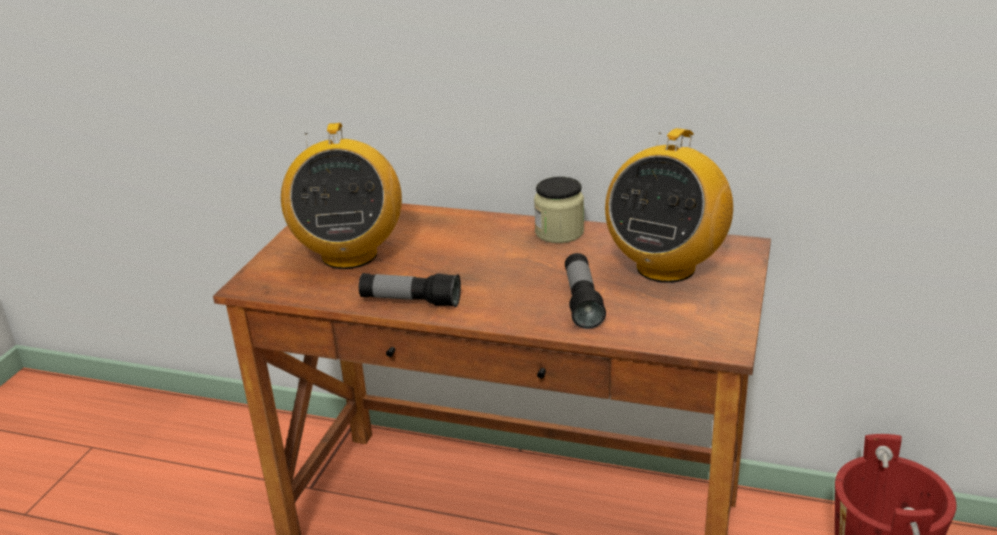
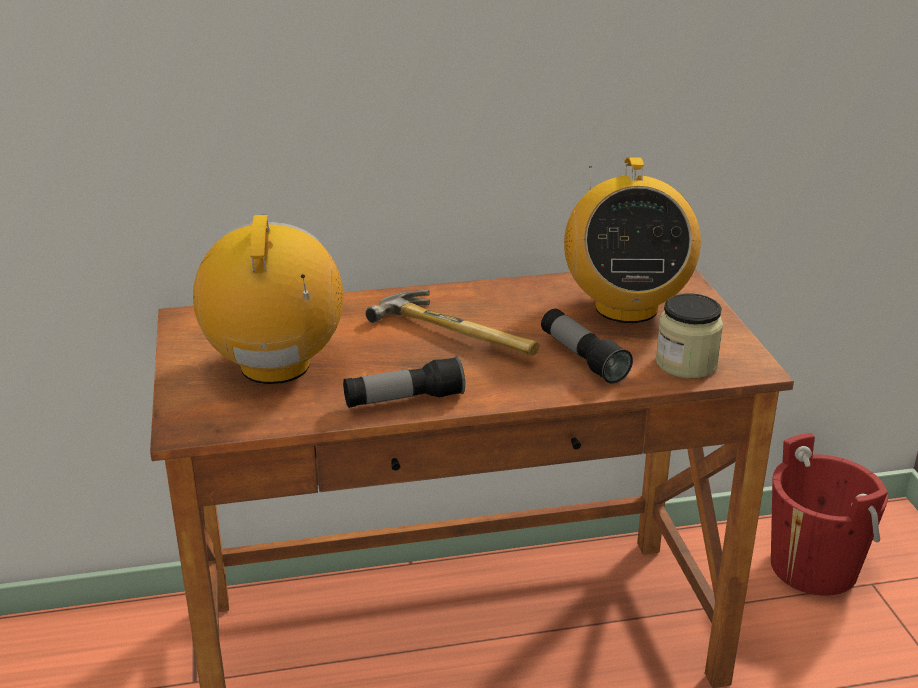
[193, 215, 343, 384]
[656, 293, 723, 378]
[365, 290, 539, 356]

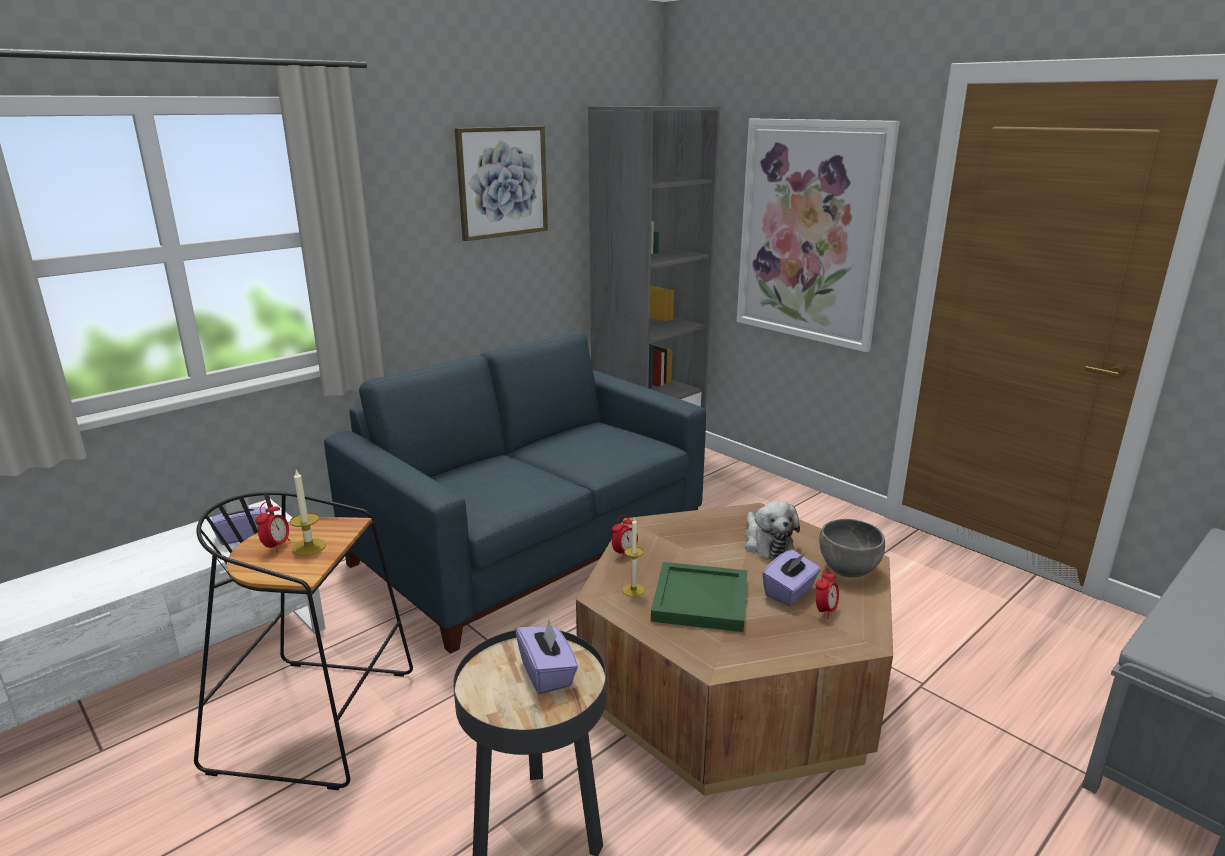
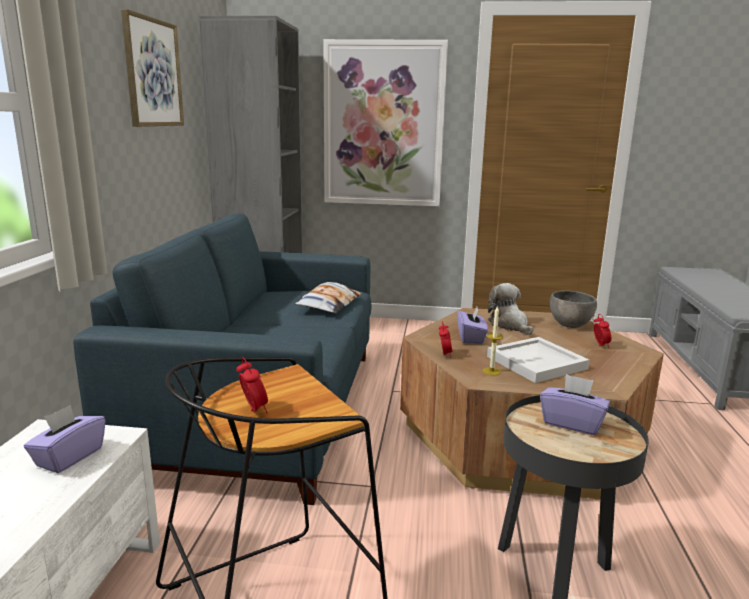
[290, 468, 326, 556] (first image)
[487, 337, 590, 383]
[488, 283, 534, 335]
[457, 307, 488, 344]
[295, 282, 362, 313]

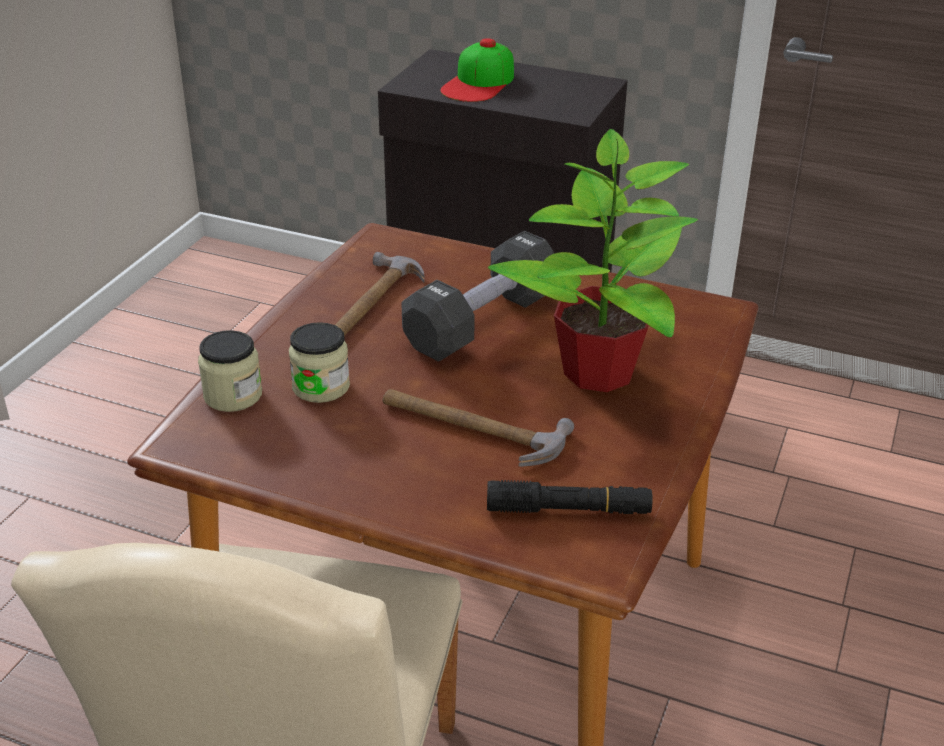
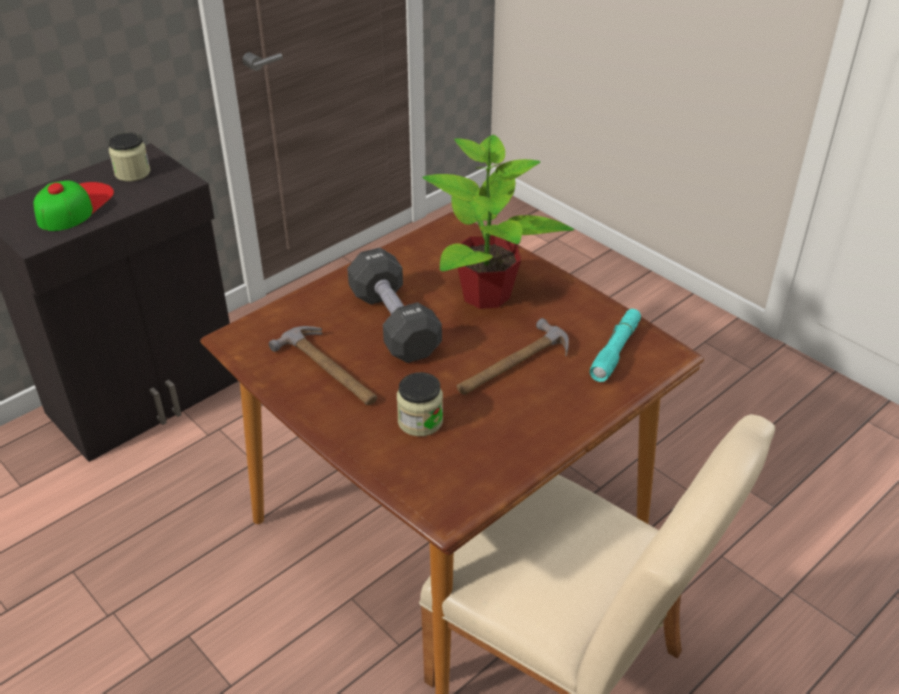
[108, 132, 150, 181]
[33, 181, 114, 231]
[590, 309, 641, 382]

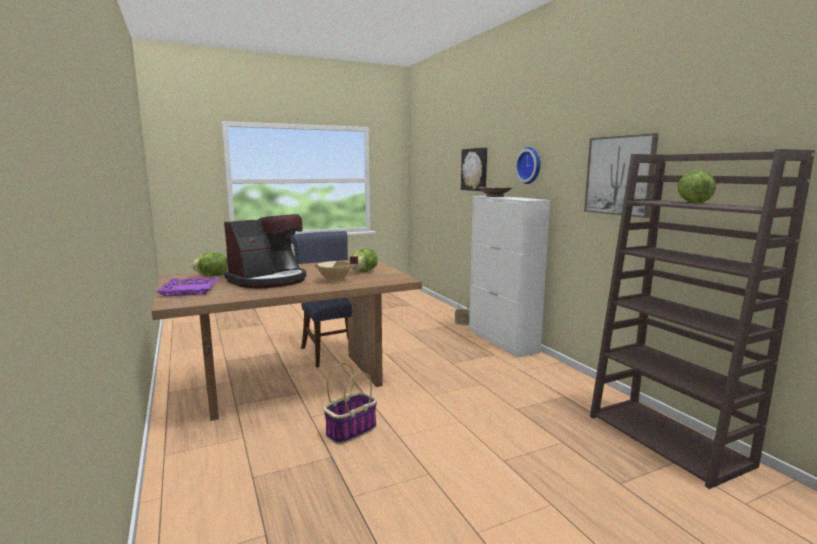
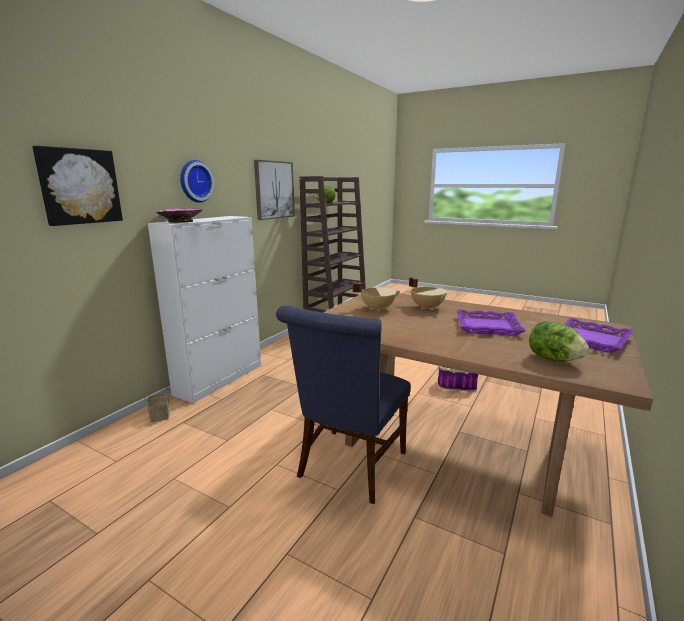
[456, 310, 526, 336]
[352, 283, 401, 312]

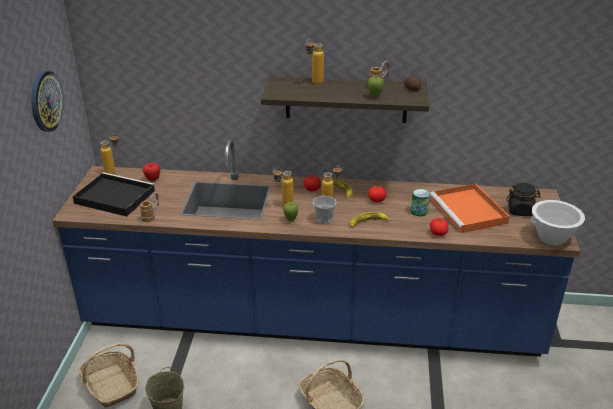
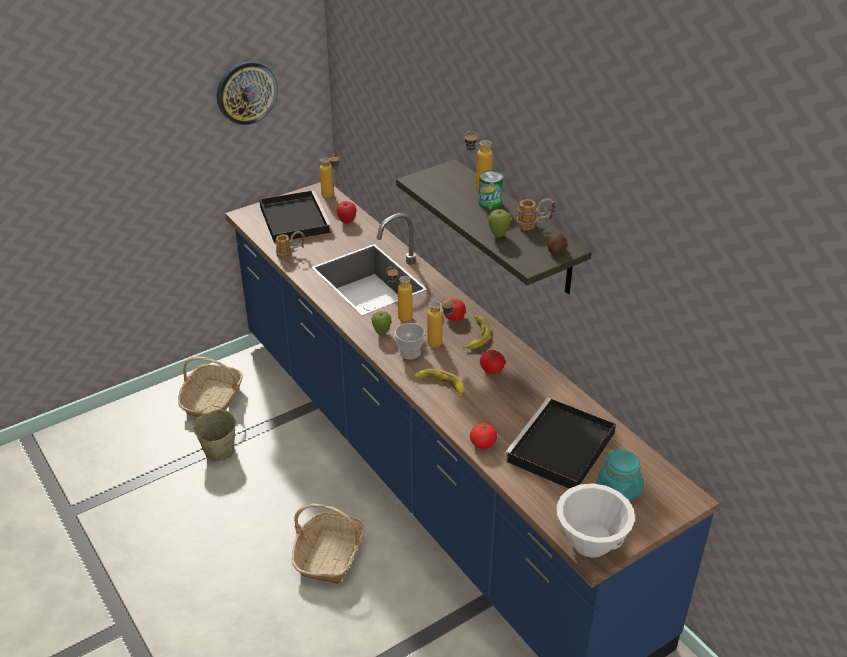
[479, 171, 503, 210]
[504, 398, 616, 488]
[597, 448, 644, 501]

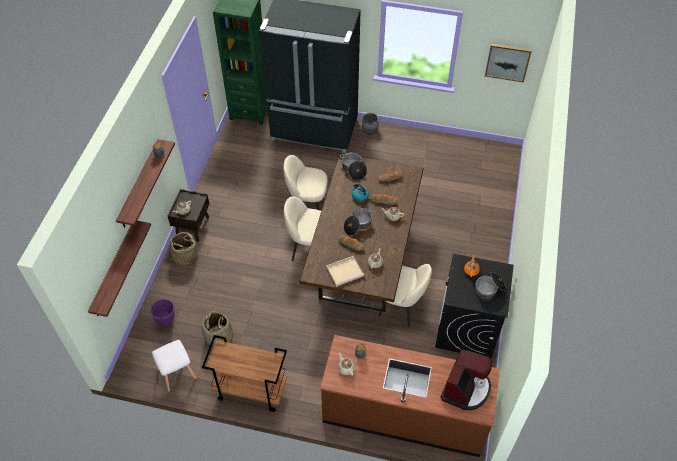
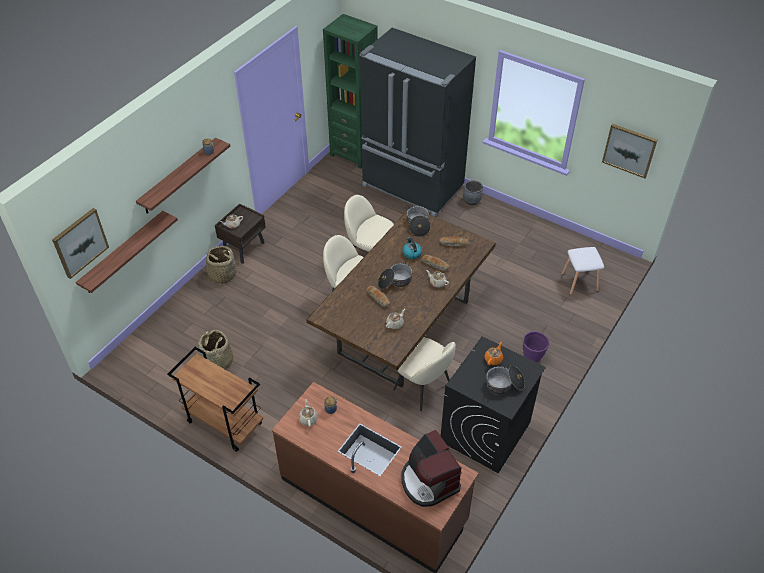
[523, 331, 549, 363]
[561, 247, 604, 295]
[326, 256, 364, 287] (first image)
[401, 430, 461, 507]
[52, 208, 109, 279]

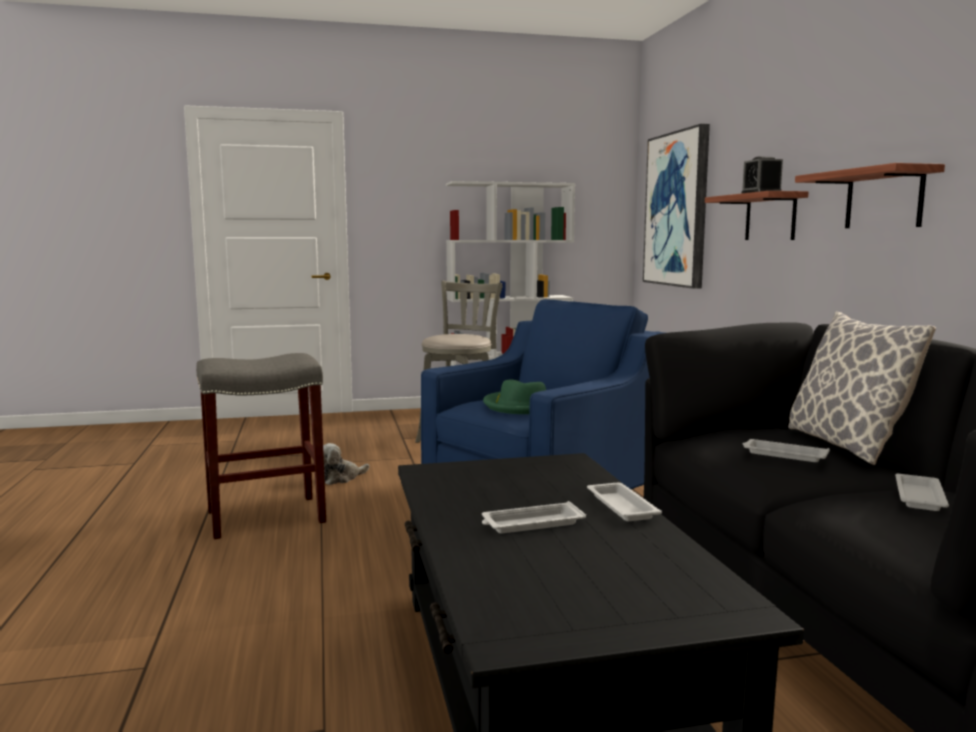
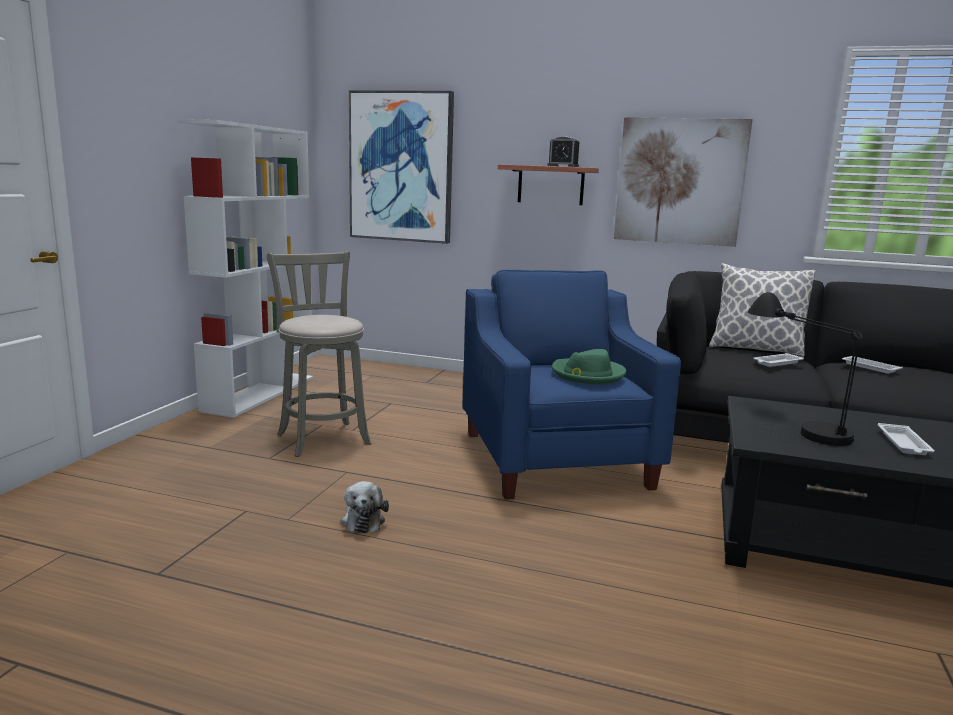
[196, 353, 326, 539] (first image)
[587, 483, 662, 521] (first image)
[614, 117, 753, 247]
[748, 292, 863, 446]

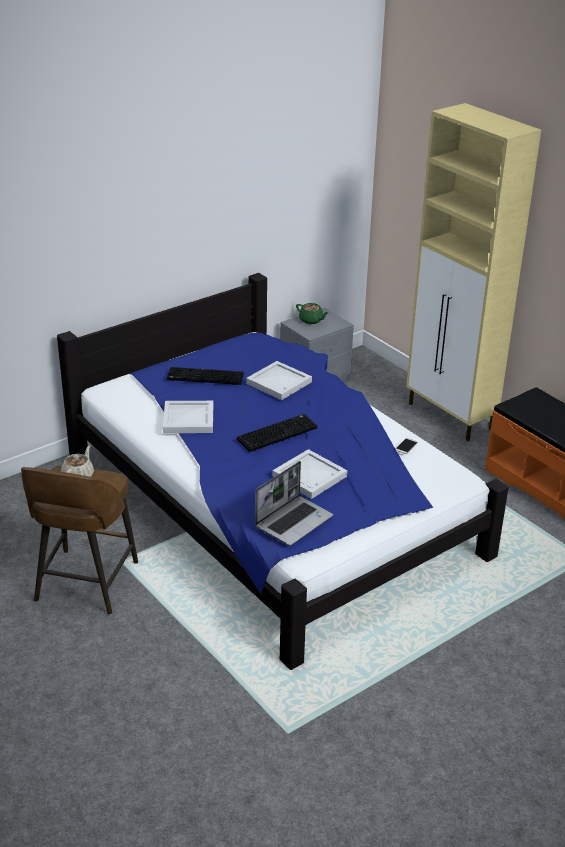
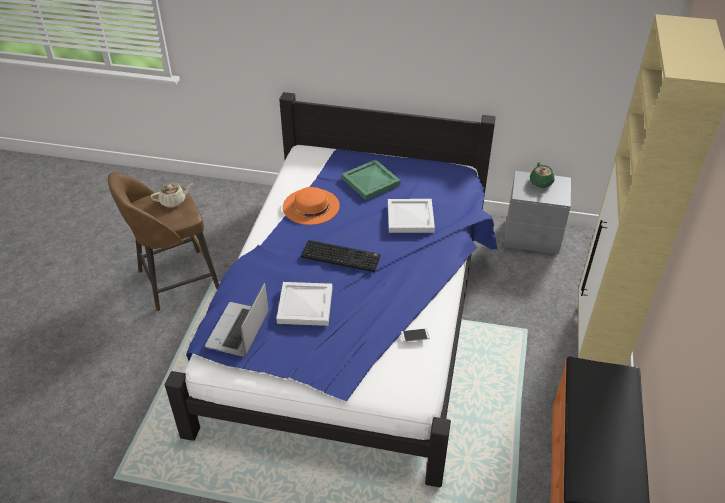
[283, 187, 340, 225]
[342, 160, 401, 200]
[205, 283, 269, 357]

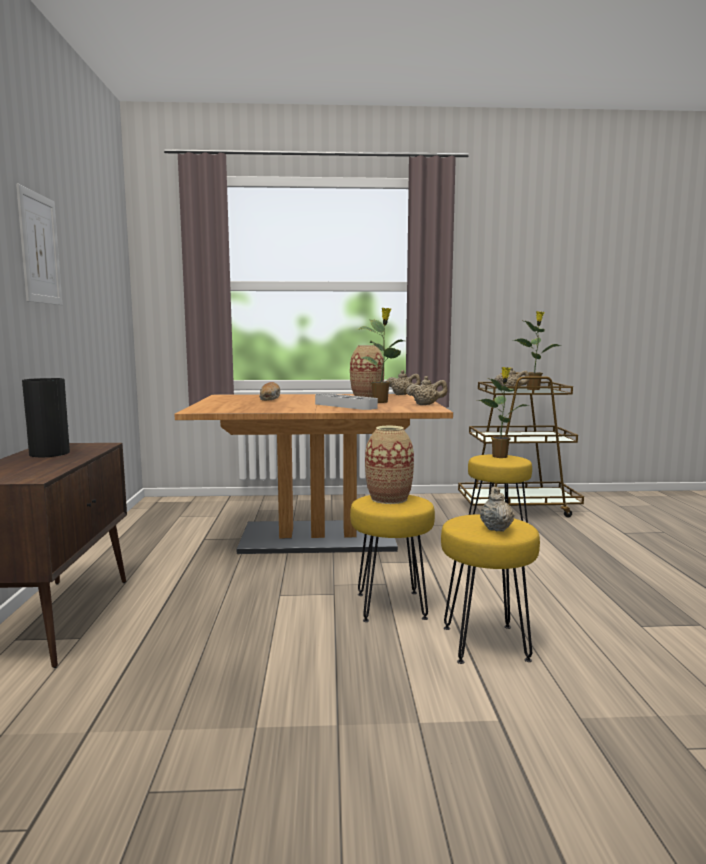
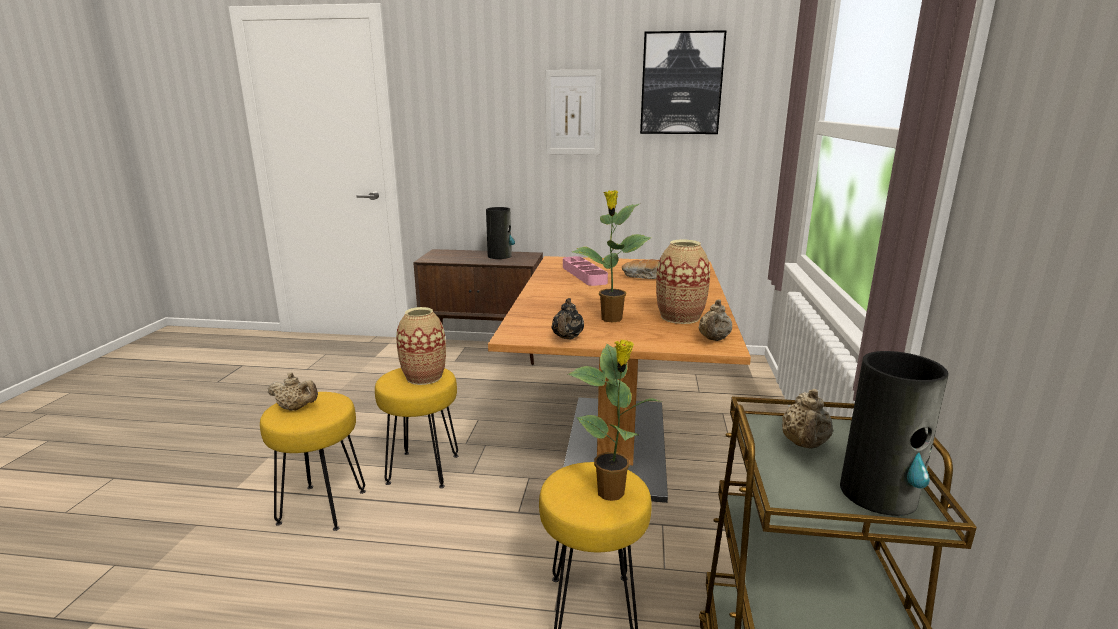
[315, 394, 378, 410] (first image)
[551, 298, 584, 339]
[840, 351, 949, 516]
[563, 256, 608, 286]
[640, 30, 727, 134]

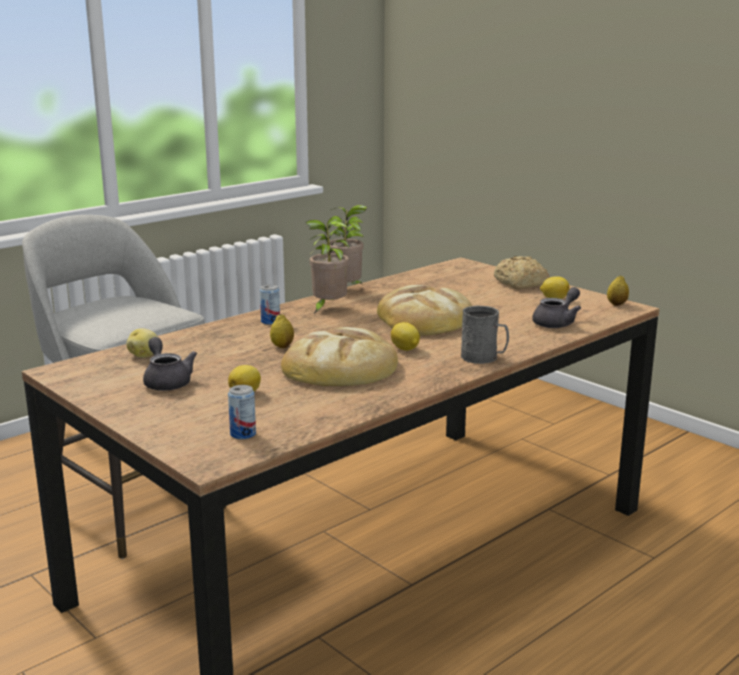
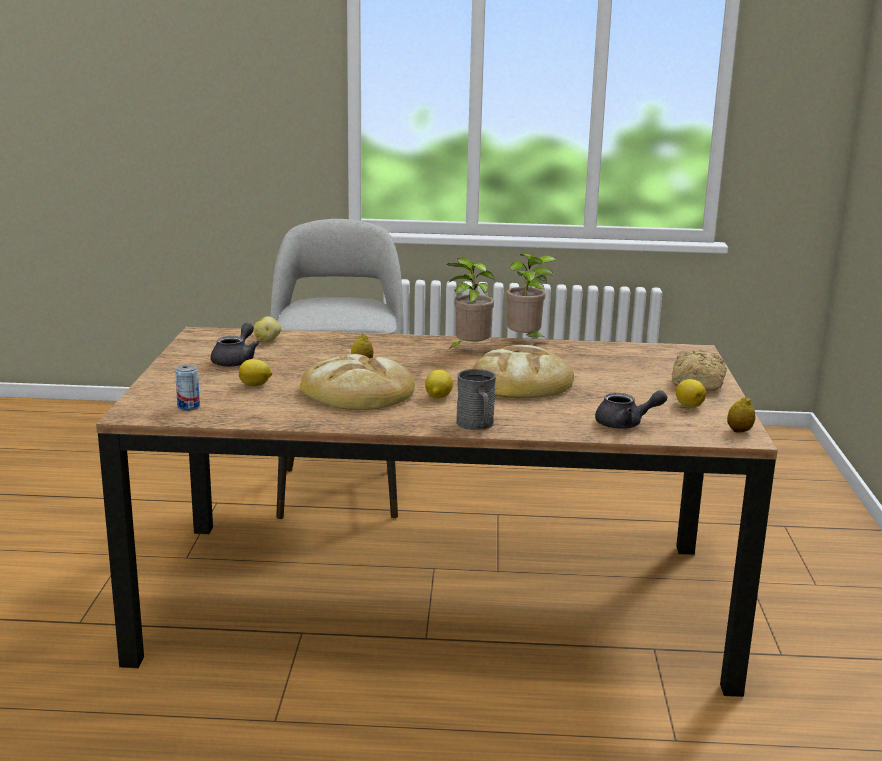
[260, 284, 280, 325] (first image)

